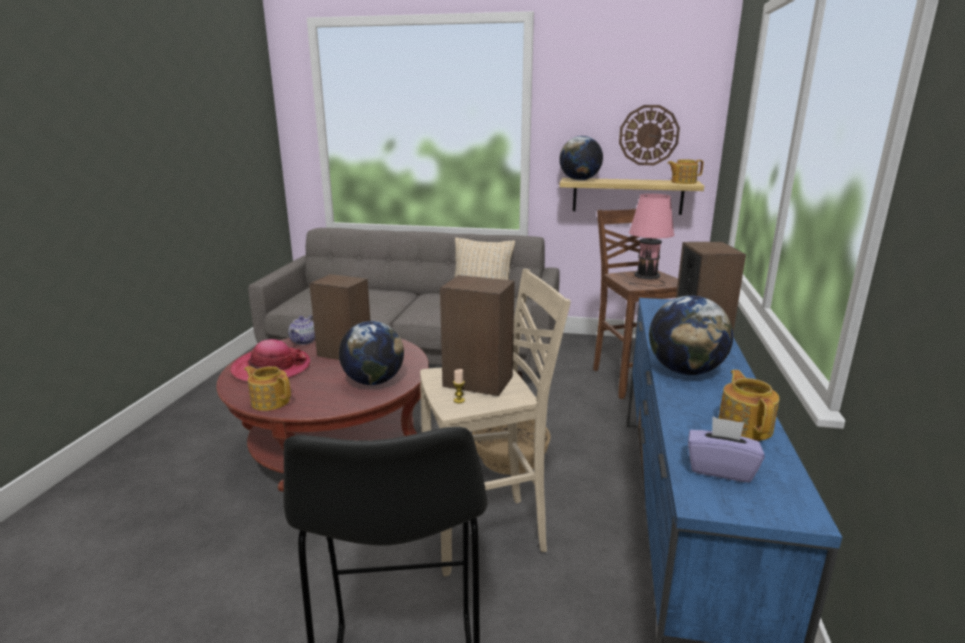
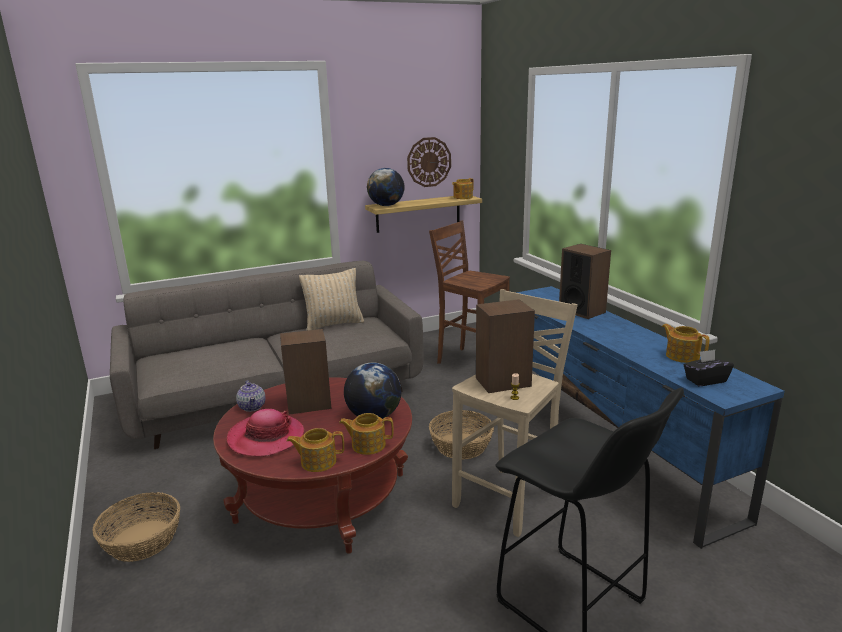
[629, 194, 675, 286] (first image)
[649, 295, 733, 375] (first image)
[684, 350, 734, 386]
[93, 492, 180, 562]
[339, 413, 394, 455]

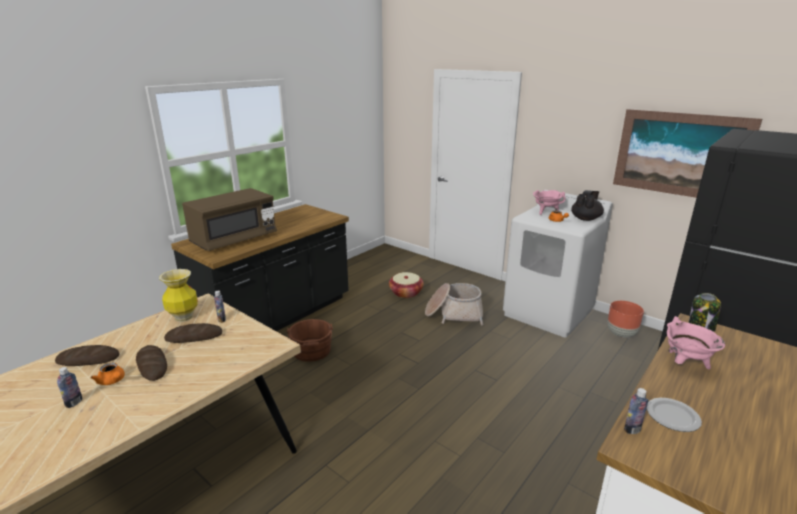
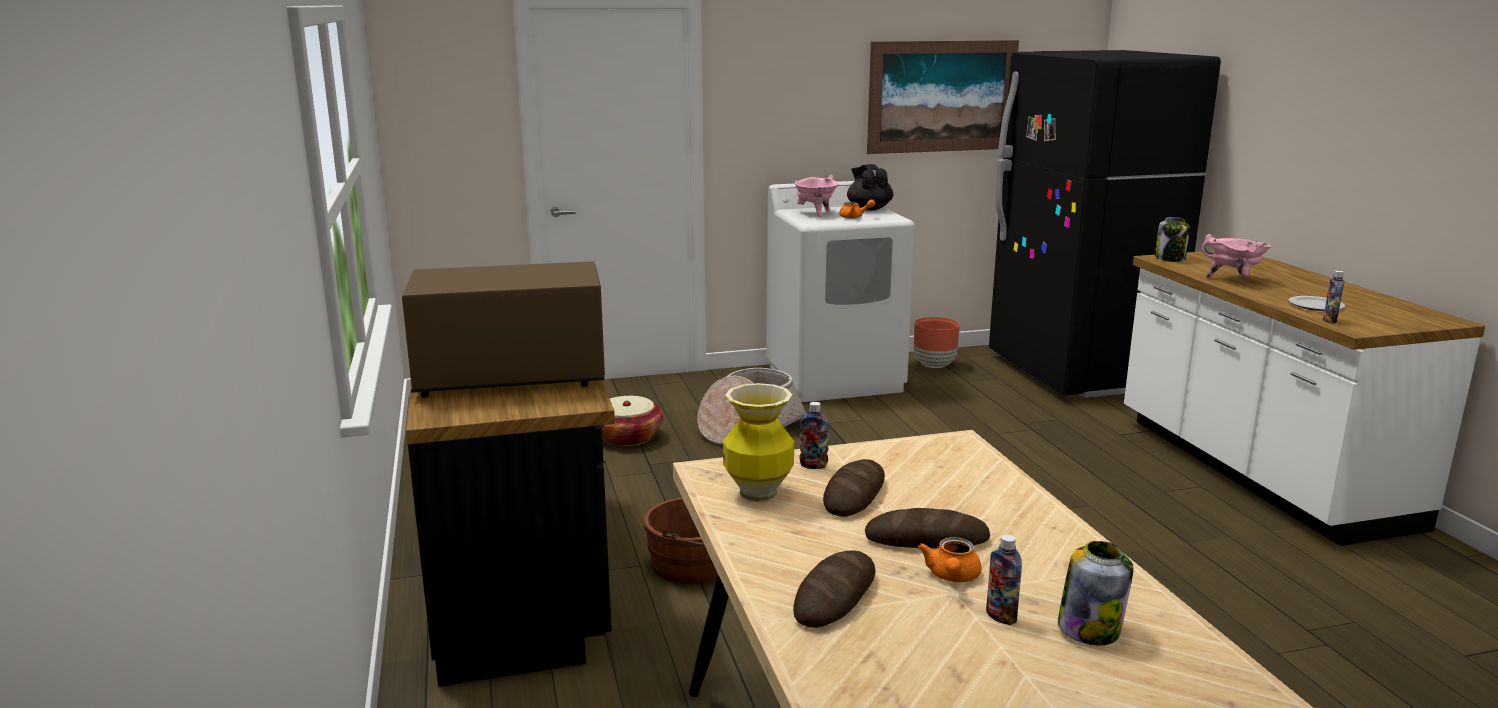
[918, 537, 982, 582]
[402, 261, 605, 398]
[1058, 541, 1134, 645]

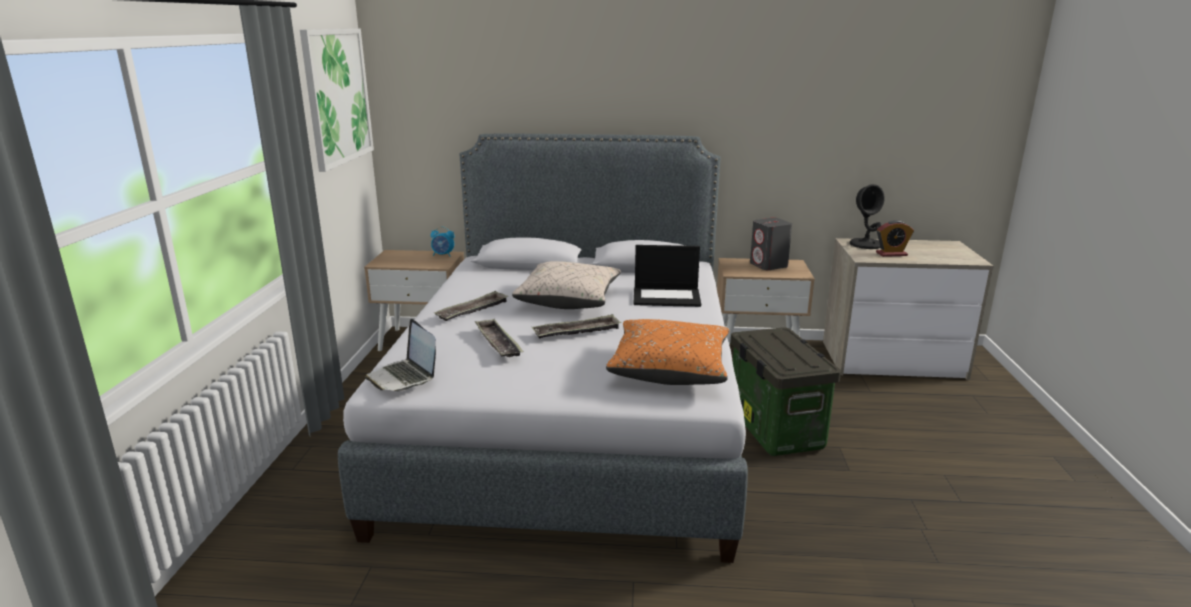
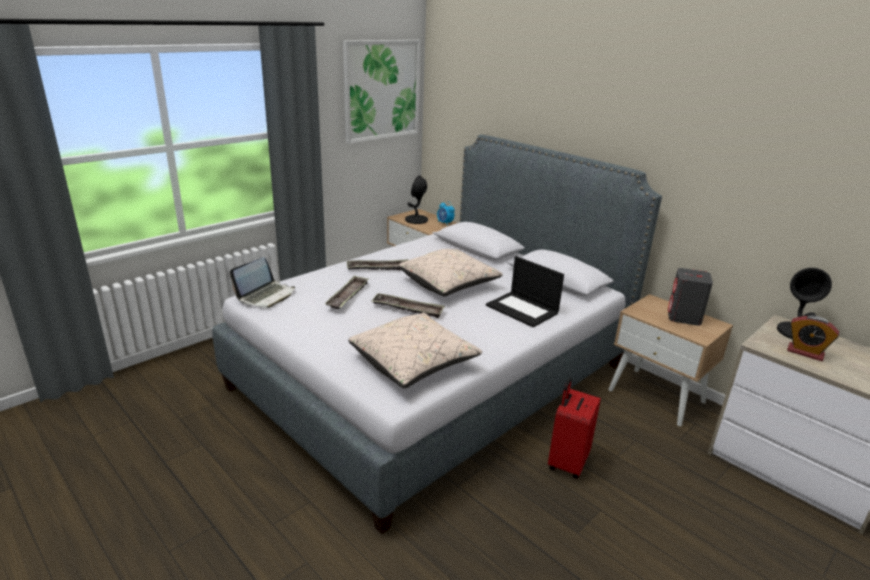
[230, 257, 295, 308]
[348, 313, 482, 388]
[548, 377, 601, 479]
[405, 175, 428, 224]

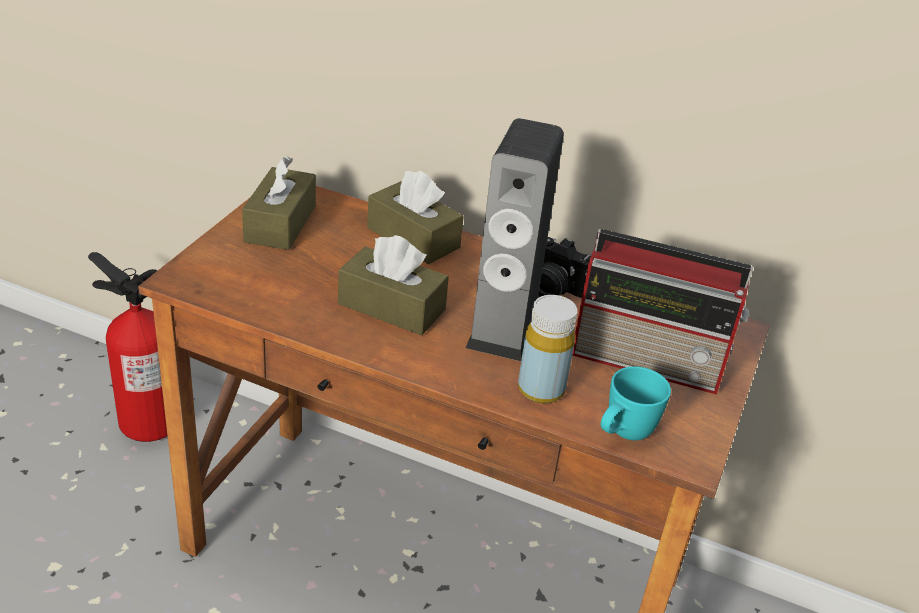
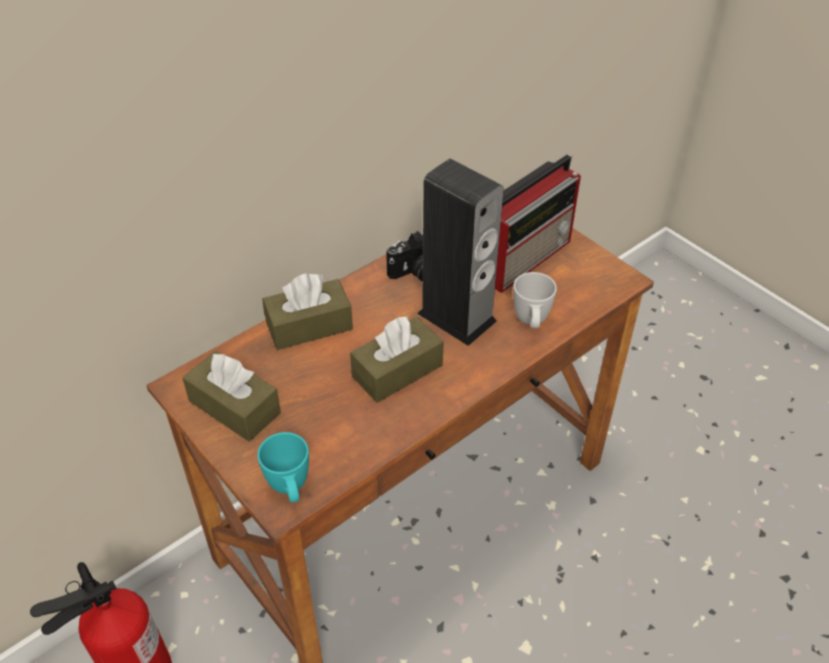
[513, 272, 557, 328]
[257, 432, 309, 502]

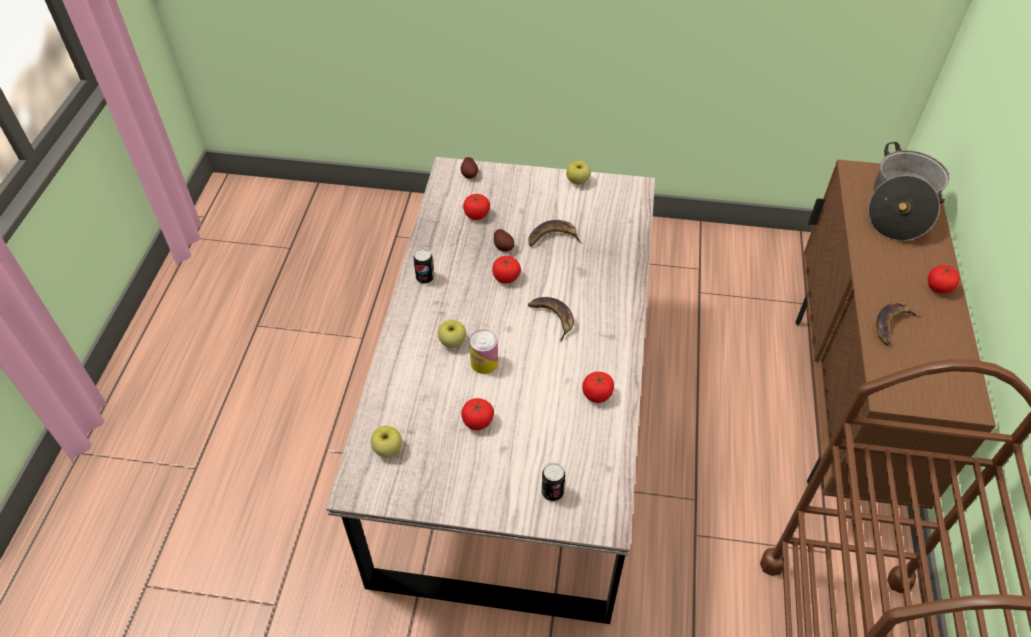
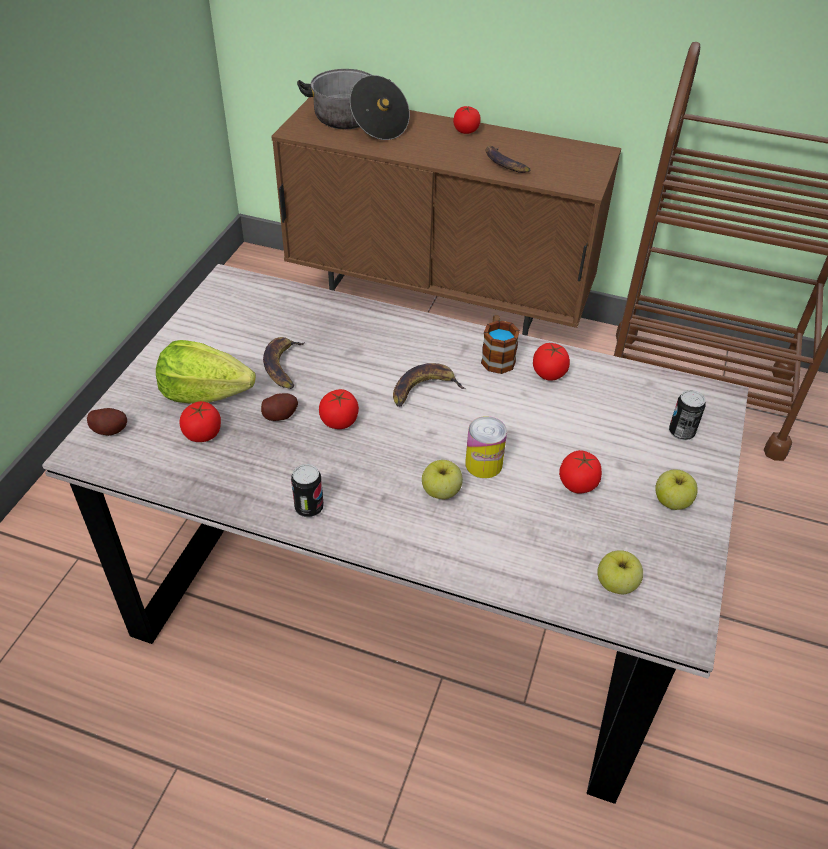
[655, 470, 698, 510]
[156, 340, 256, 404]
[481, 315, 520, 374]

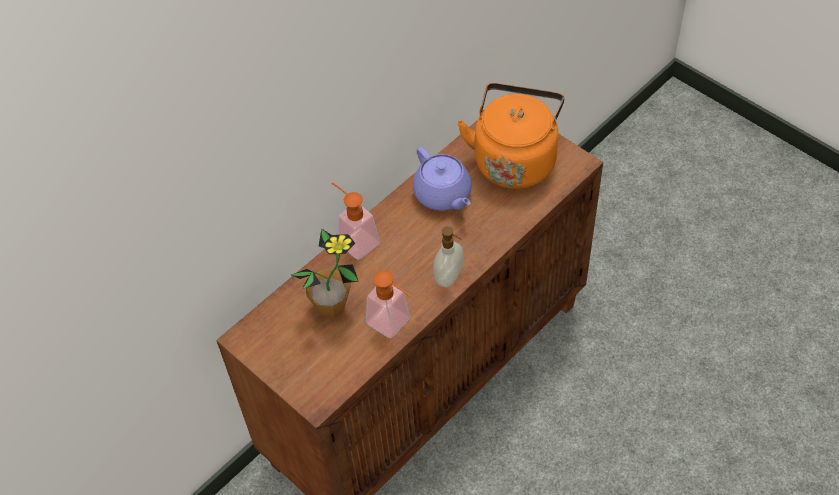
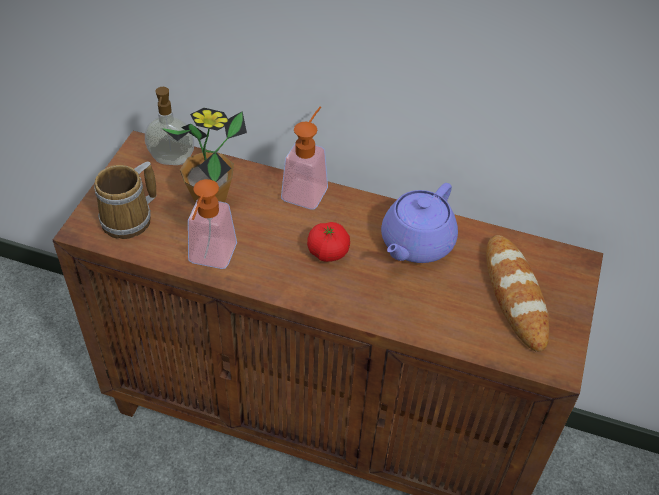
[145, 87, 194, 165]
[486, 235, 549, 352]
[94, 161, 157, 239]
[307, 222, 350, 262]

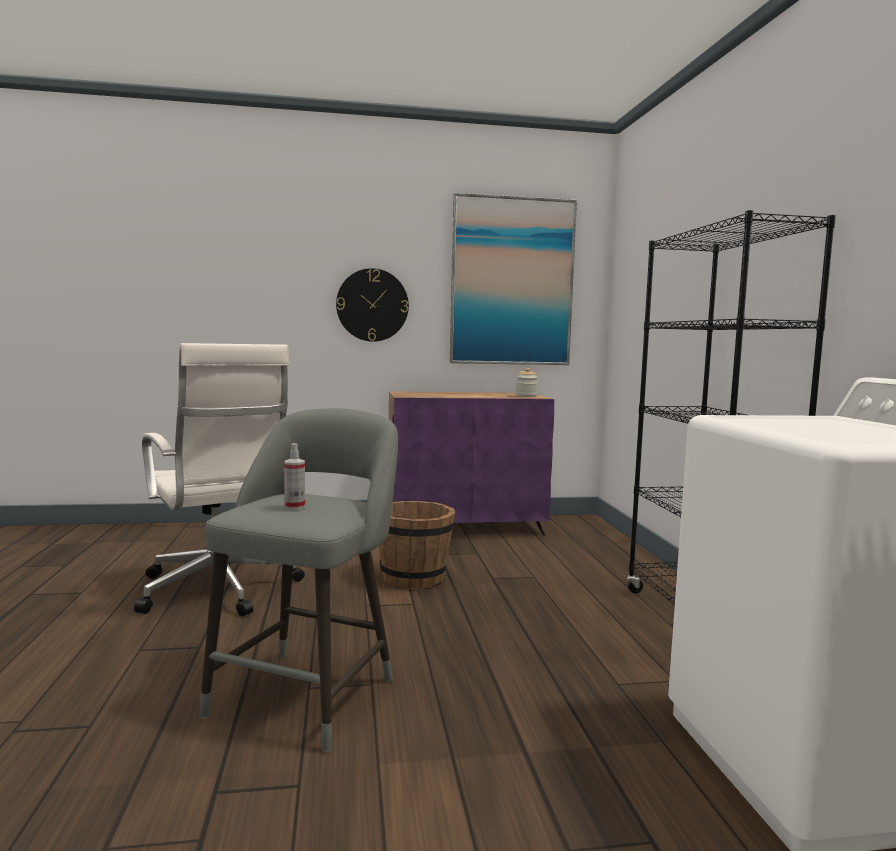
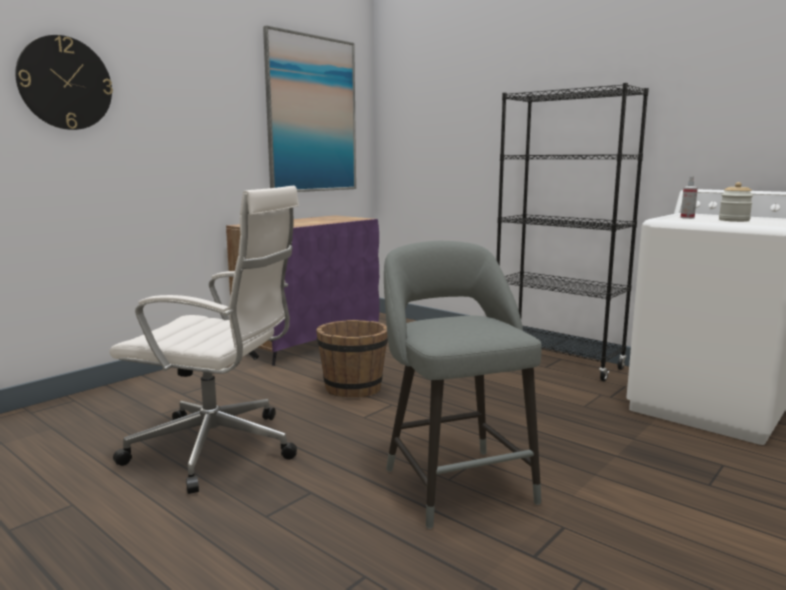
[680, 176, 698, 219]
[15, 35, 113, 130]
[719, 182, 753, 222]

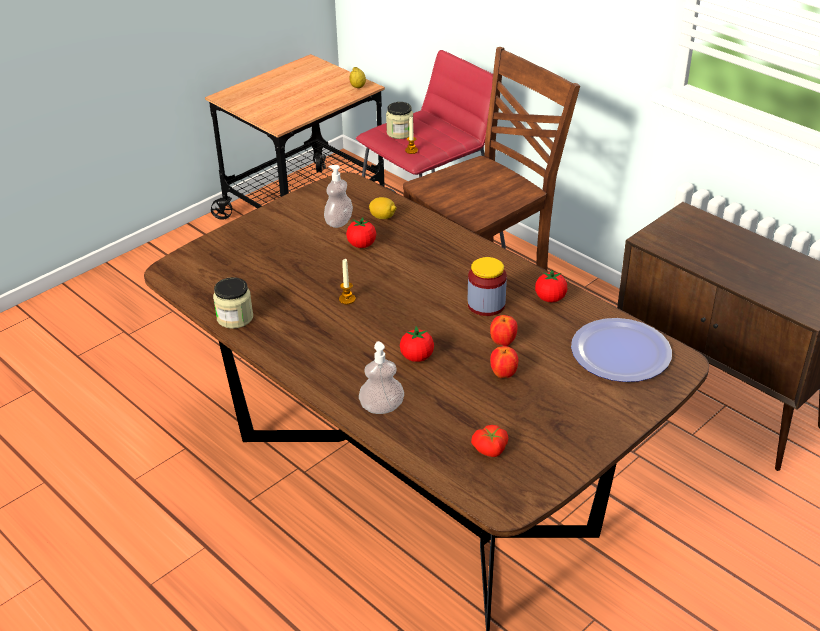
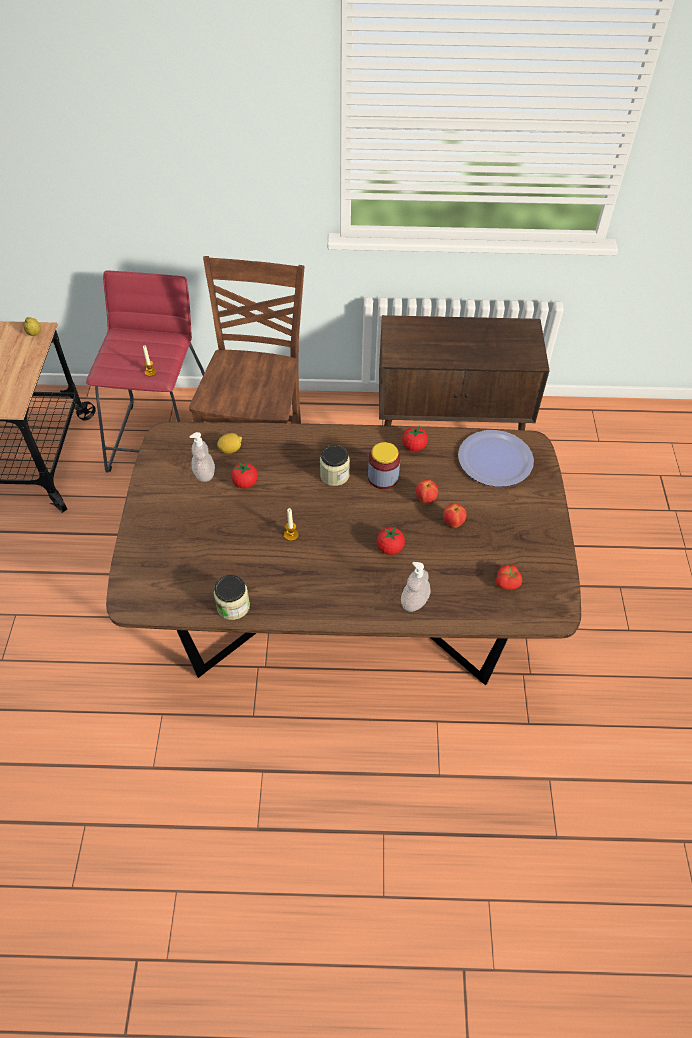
[320, 445, 350, 486]

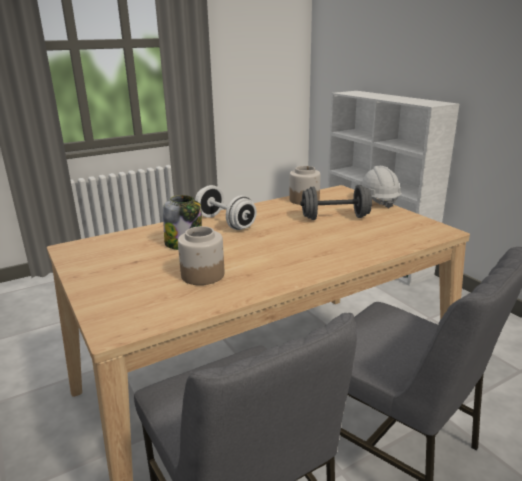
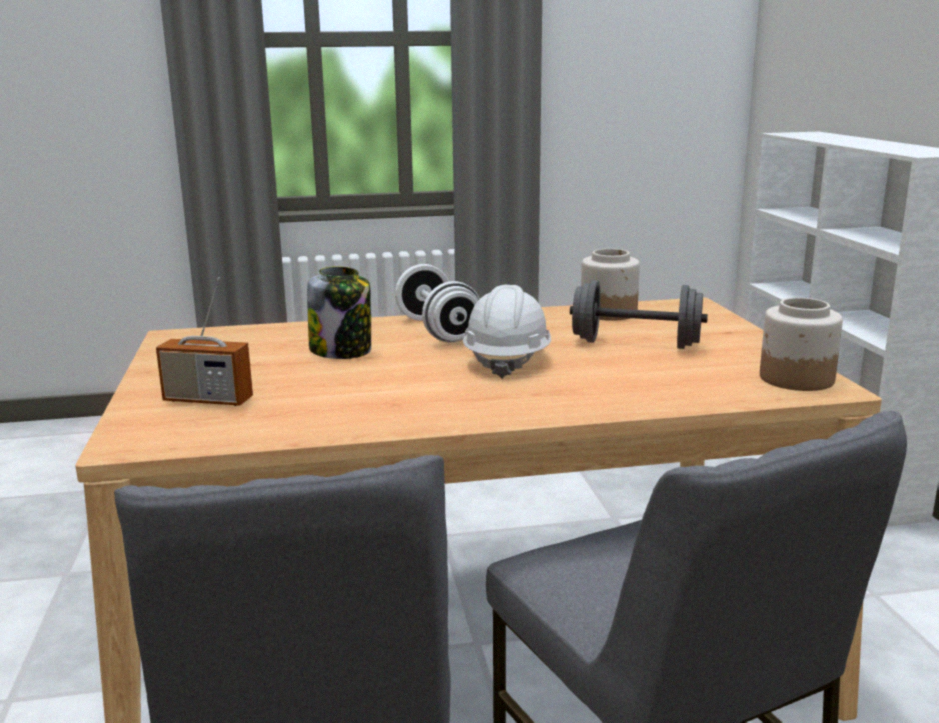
[760, 298, 843, 391]
[463, 285, 551, 379]
[156, 277, 253, 406]

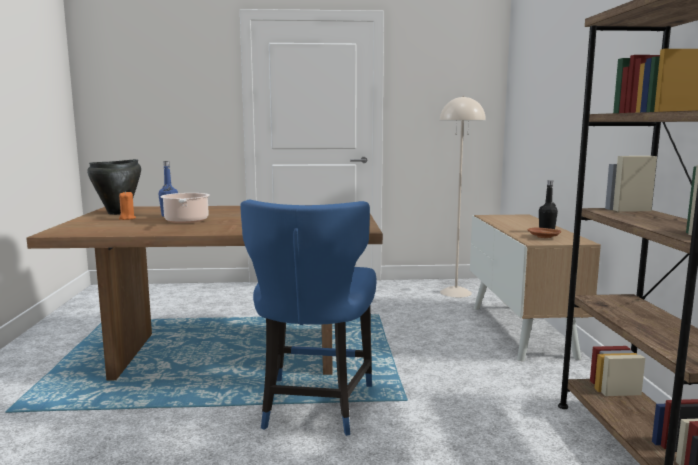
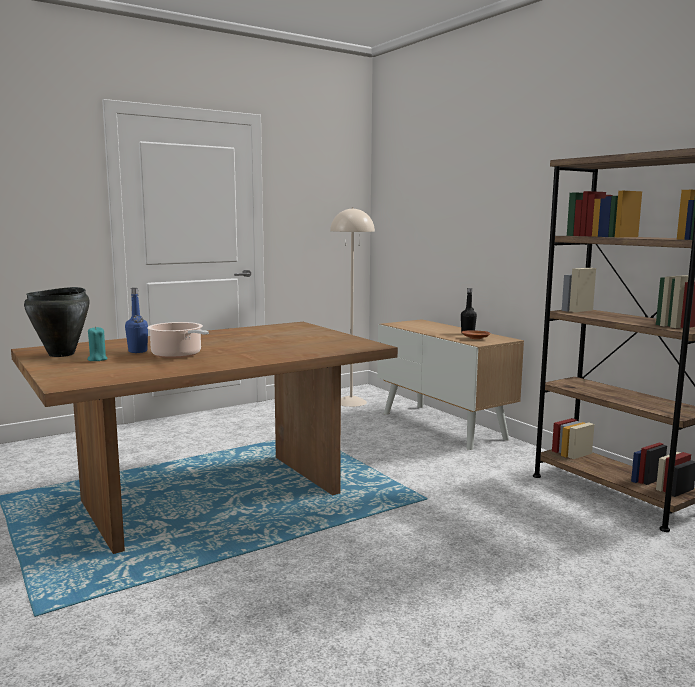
[87, 326, 108, 361]
[240, 199, 376, 436] (first image)

